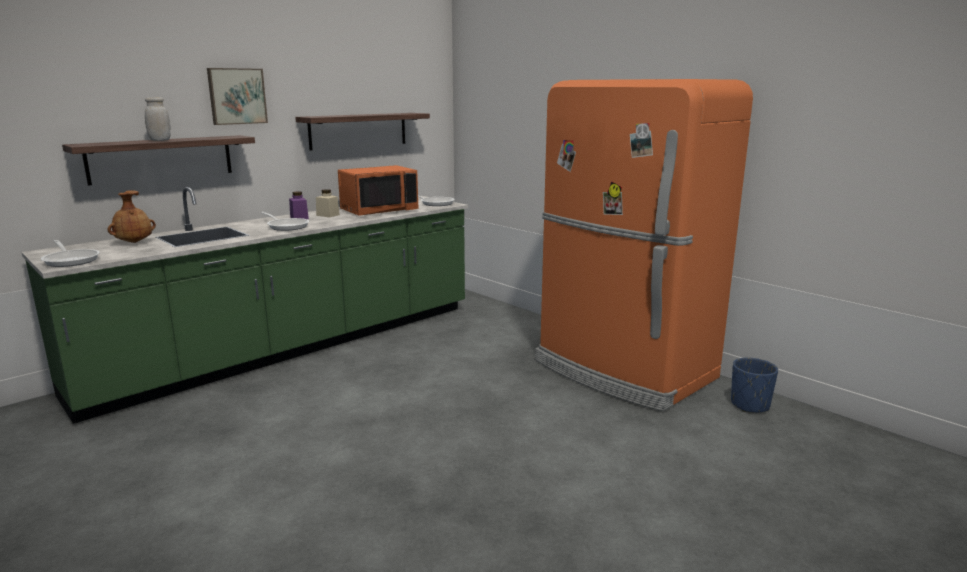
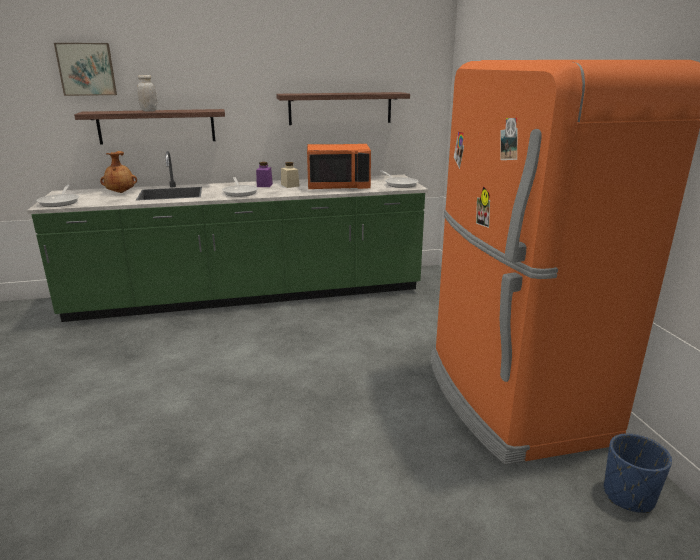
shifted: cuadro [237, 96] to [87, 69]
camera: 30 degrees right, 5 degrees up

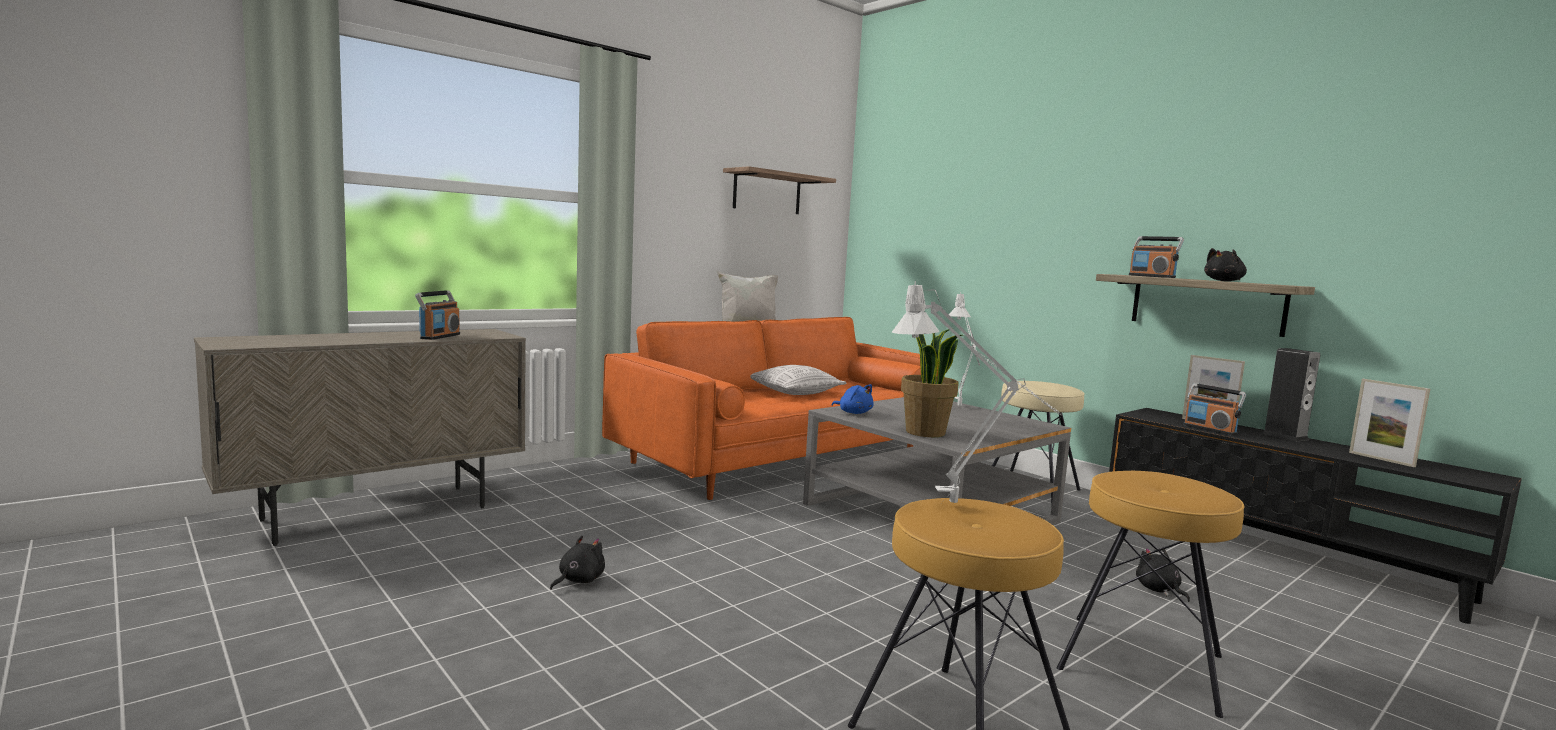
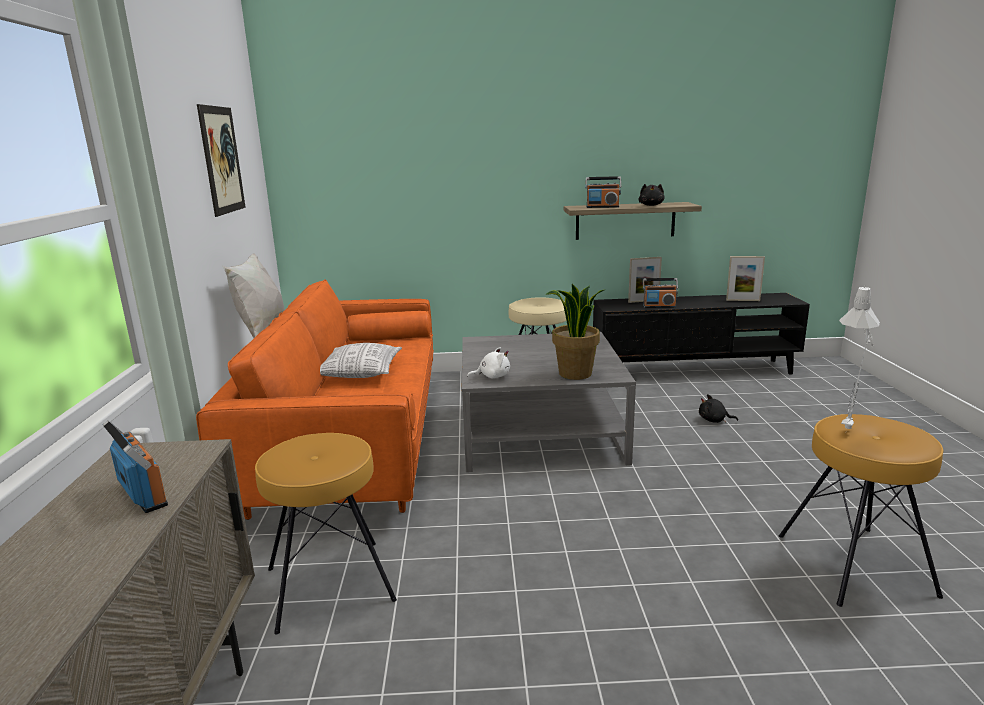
gone: lámpara de mesa (blanco) [961, 408]; altavoz [1285, 436]; peluche (negro) [578, 580]
shifted: taburete (marrón) [1141, 663] to [330, 585]
swapped: estante [767, 192] to cuadro [222, 160]
repainted: peluche (azul) [854, 413] to peluche (blanco) [492, 376]
camera: 50 degrees left, 10 degrees up

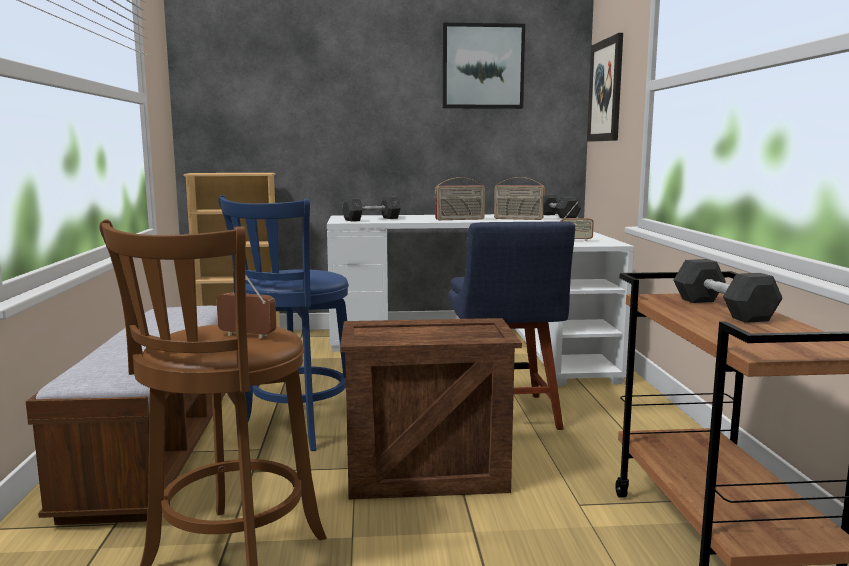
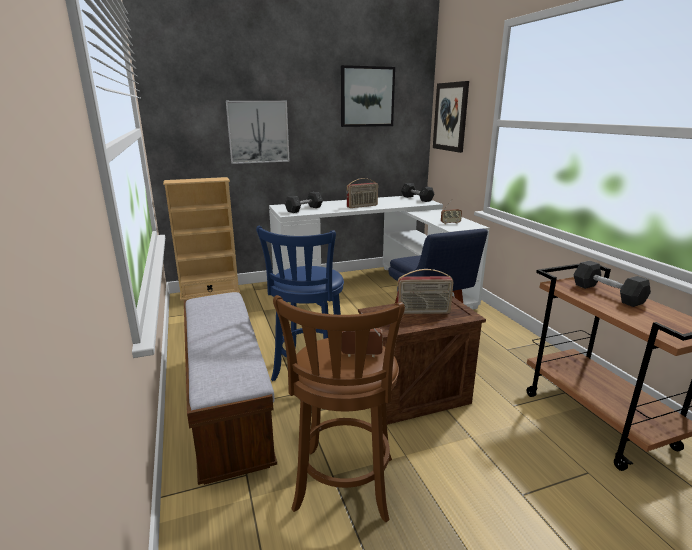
new: cuadro [258, 132]
shifted: radio [518, 219] to [423, 312]
camera: 15 degrees left, 10 degrees up

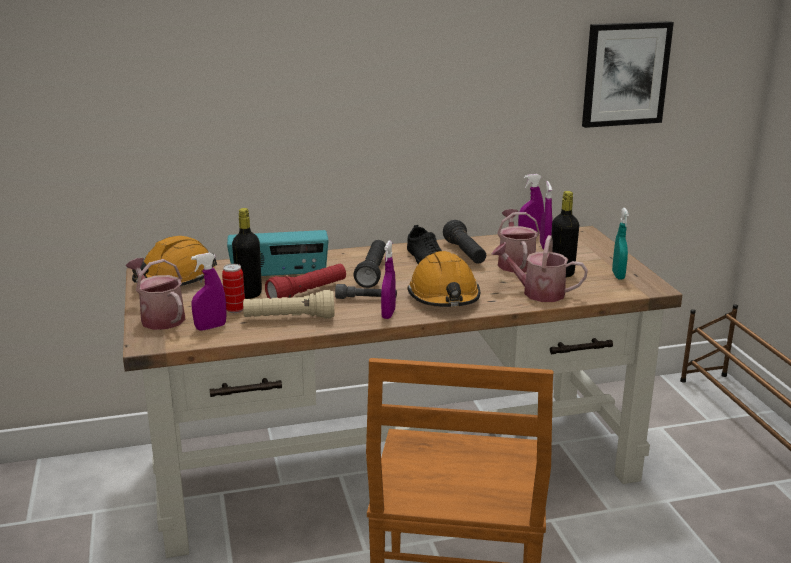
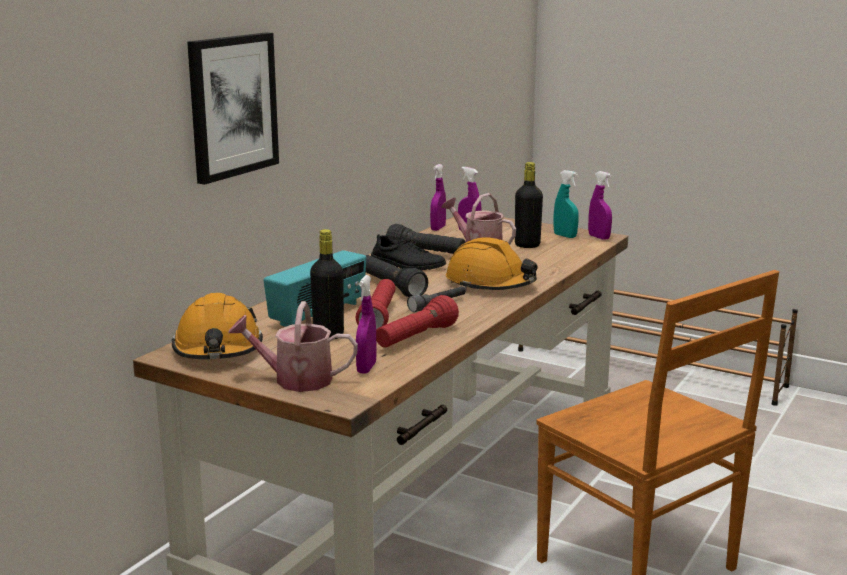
gone: regadera [537, 292]; lata [235, 310]
shifted: cuadro [625, 74] to [232, 106]; pulverizador (morado) [388, 314] to [599, 237]
repainted: linterna (beis) [289, 319] to linterna (rojo) [416, 338]
camera: 45 degrees left, 5 degrees down

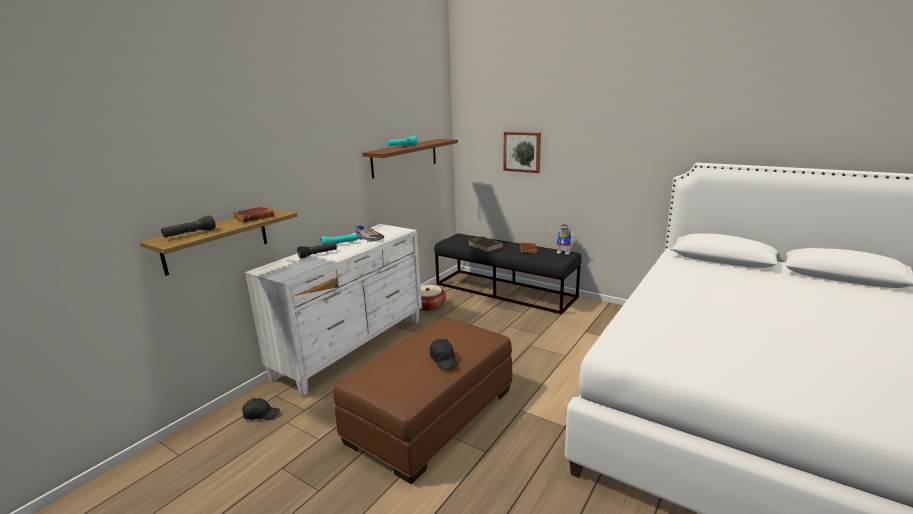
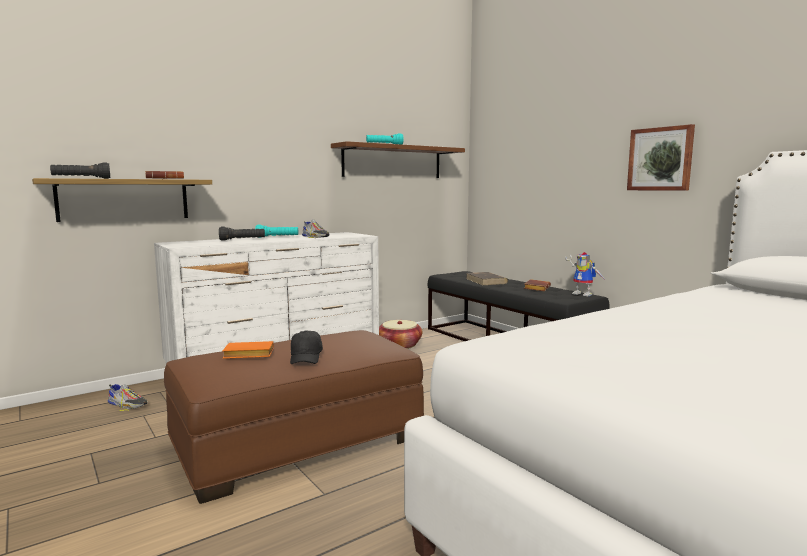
new: libro (naranja) [247, 355]
shifted: cuadro [522, 151] to [660, 159]
swapped: gorra (negro) [261, 415] to zapato [127, 404]
camera: 20 degrees right, 10 degrees down

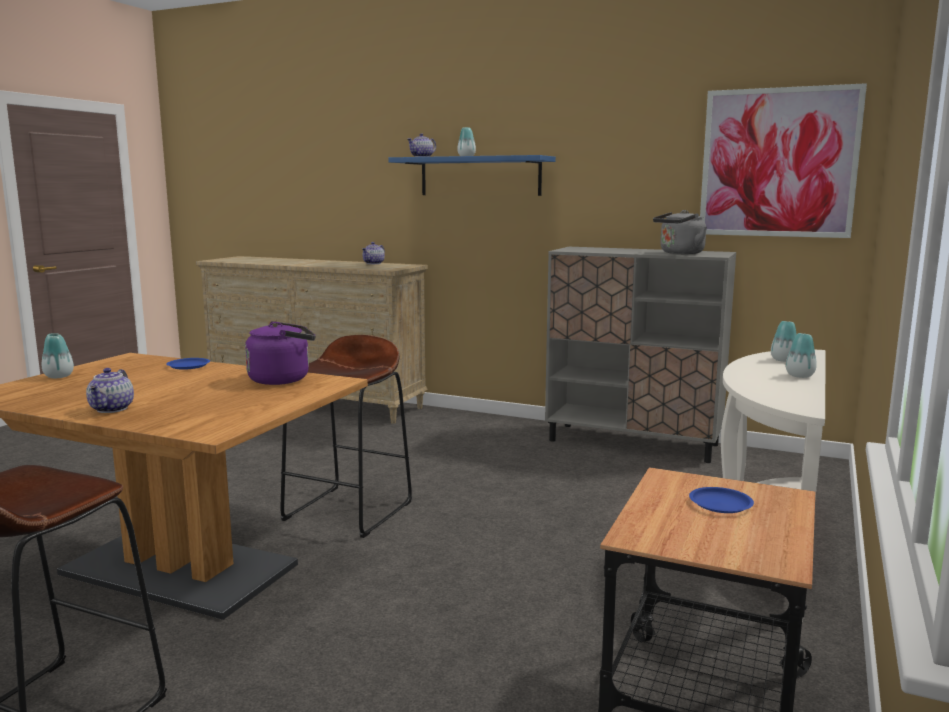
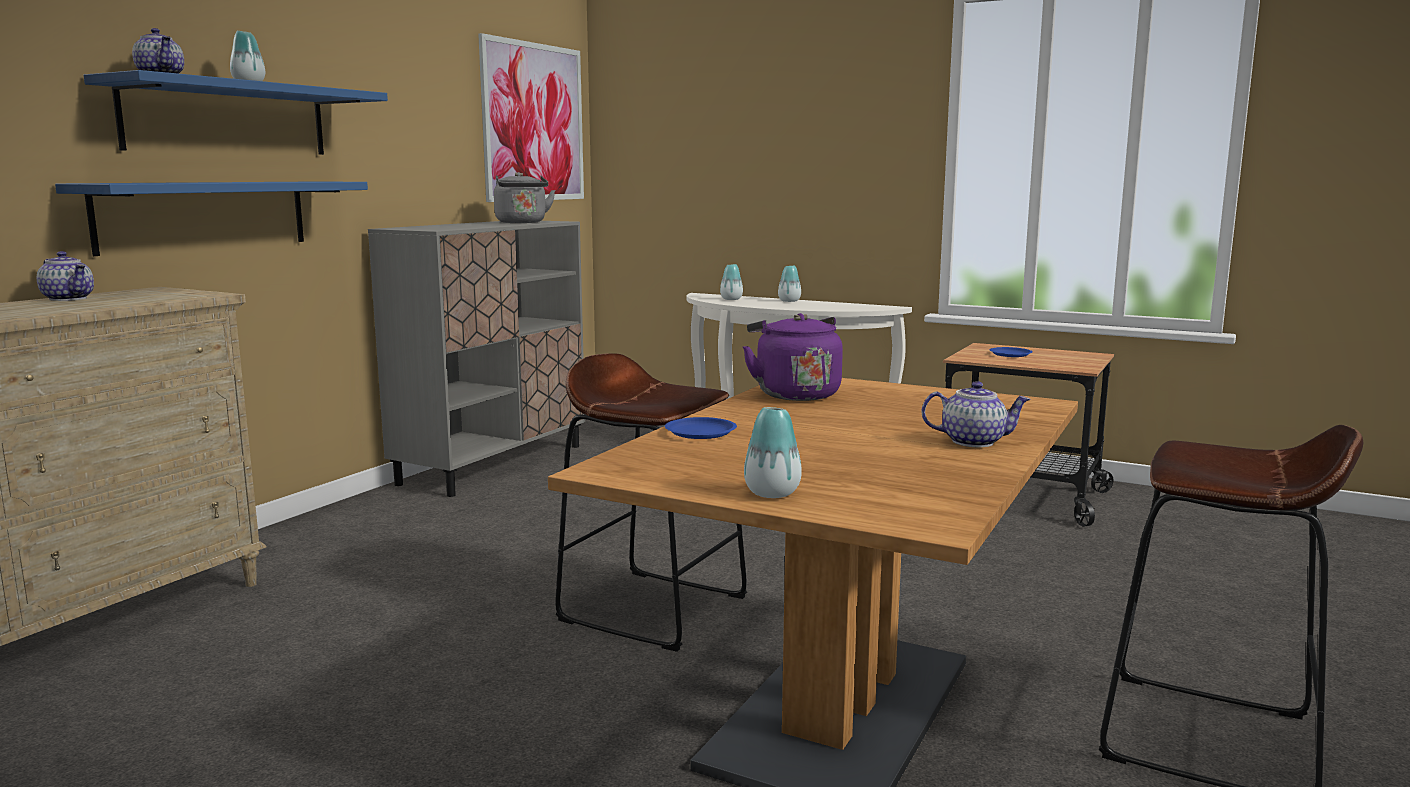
new: estante (azul) [204, 215]
camera: 85 degrees left, 0 degrees up

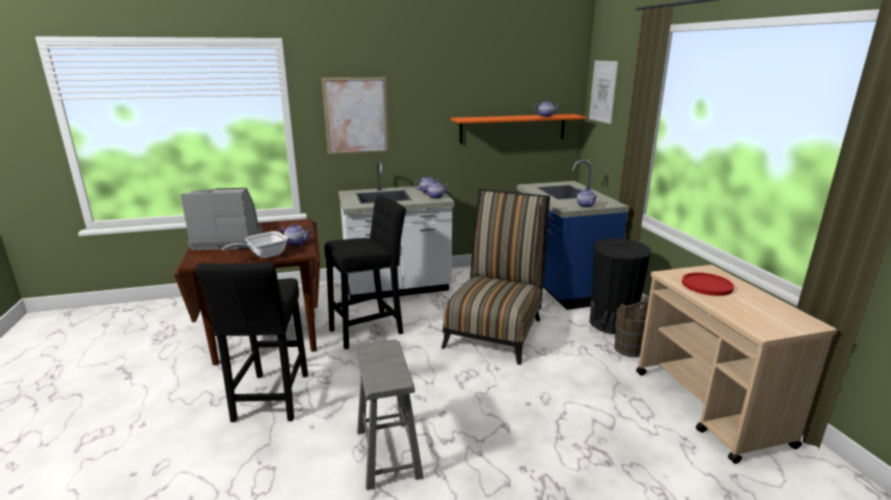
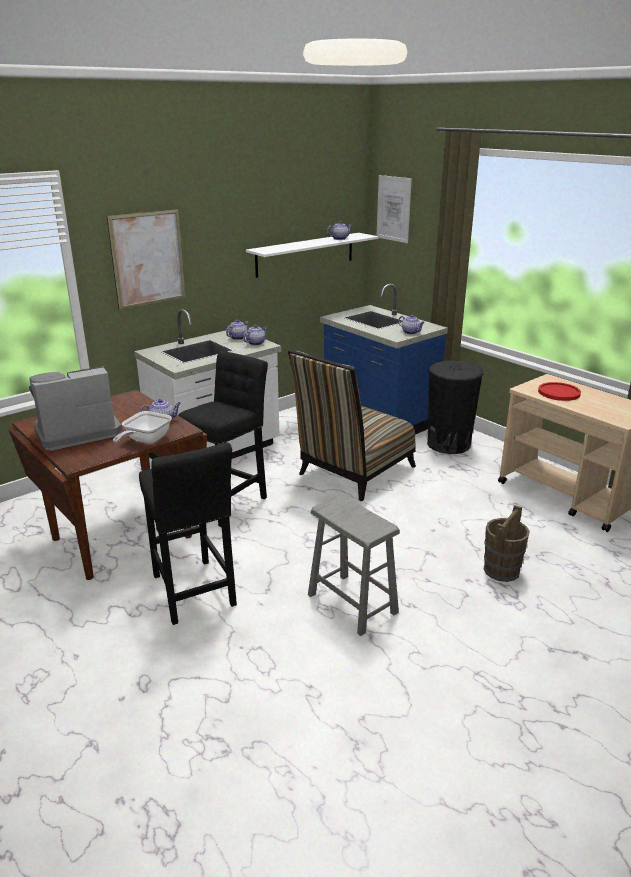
shifted: cubo (marrón) [629, 349] to [501, 570]
repainted: estante (naranja) [513, 128] to estante (blanco) [305, 254]
rotated: silla [495, 329] = [352, 473] 135 degrees counterclockwise
camera: 25 degrees left, 5 degrees up

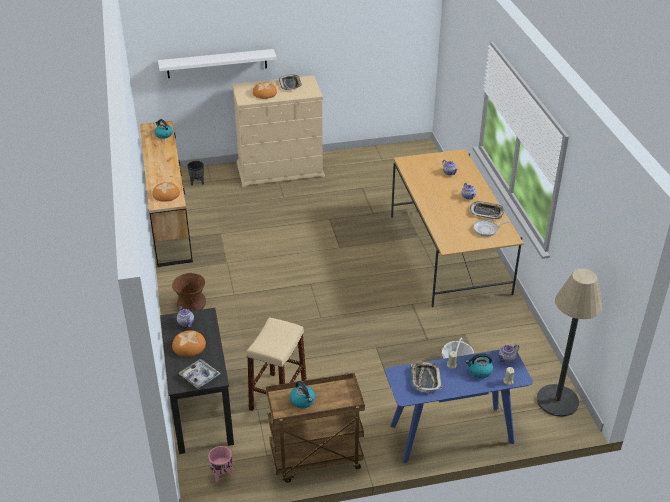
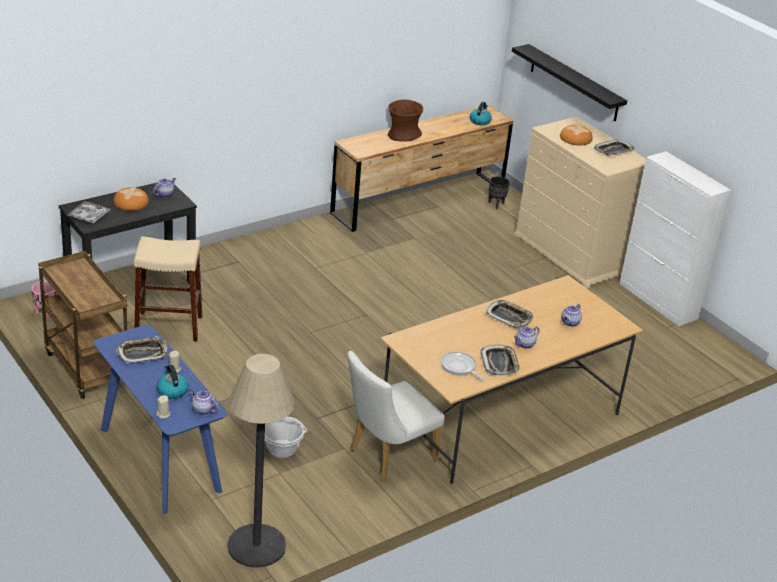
gone: pan [165, 194]; hervidor [303, 401]
new: armario (blanco) [658, 301]; bandeja [509, 317]; silla (blanco) [387, 456]
shifted: florero (marrón) [191, 304] to [403, 135]
repainted: estante (blanco) [217, 63] to estante (negro) [574, 83]
camera: 65 degrees right, 5 degrees down

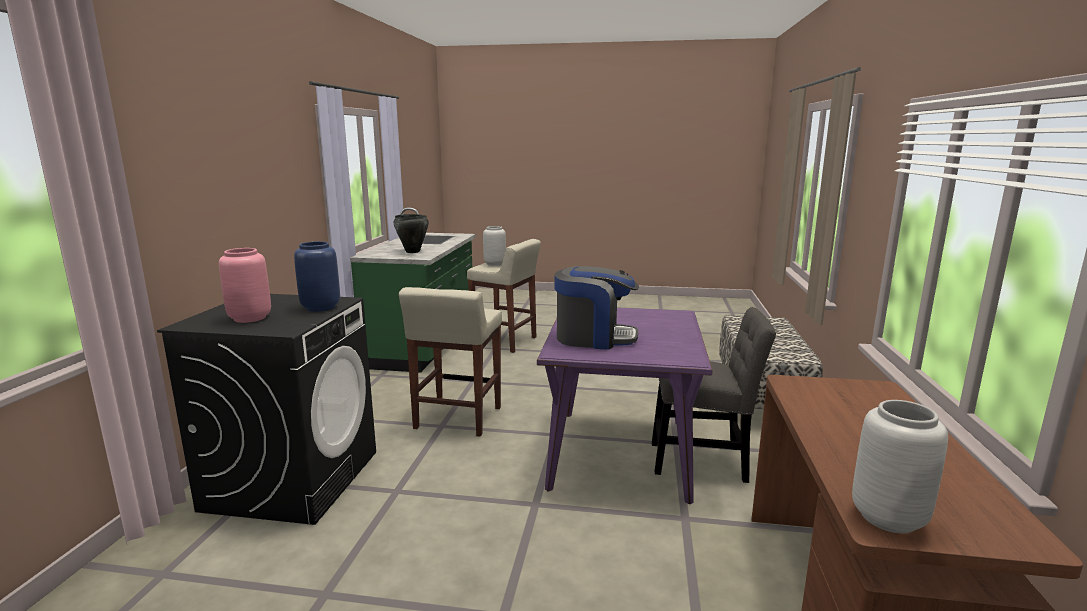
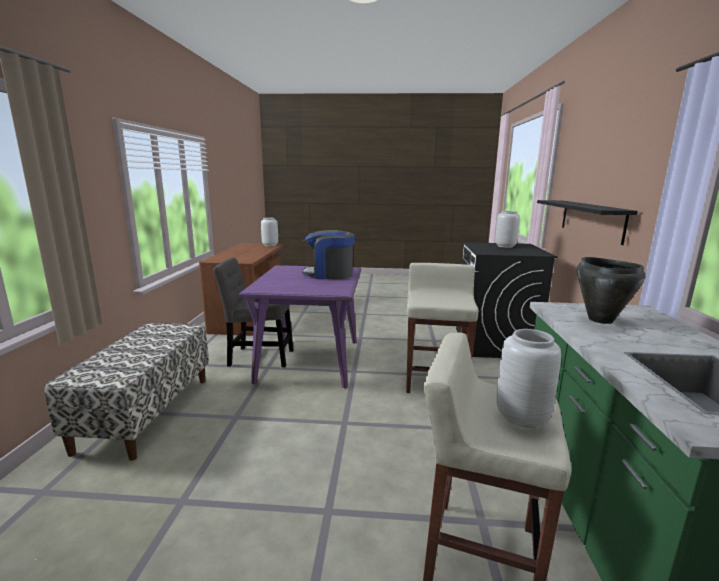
gone: florero (azul) [320, 308]
new: estante (negro) [591, 220]
repainted: florero (rosa) [249, 318] to florero (gris) [505, 246]
camera: 175 degrees right, 0 degrees up

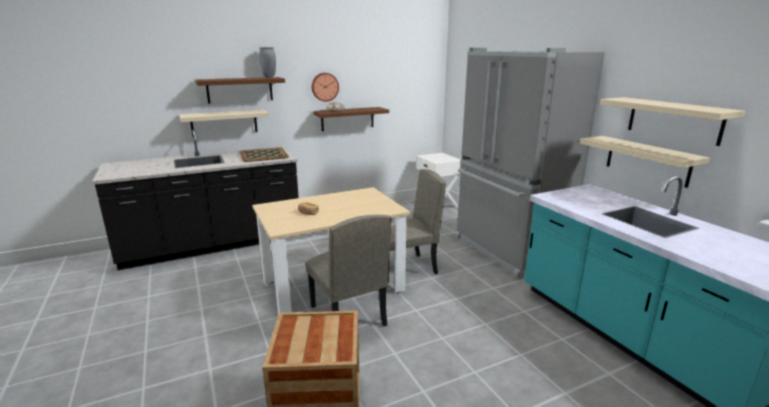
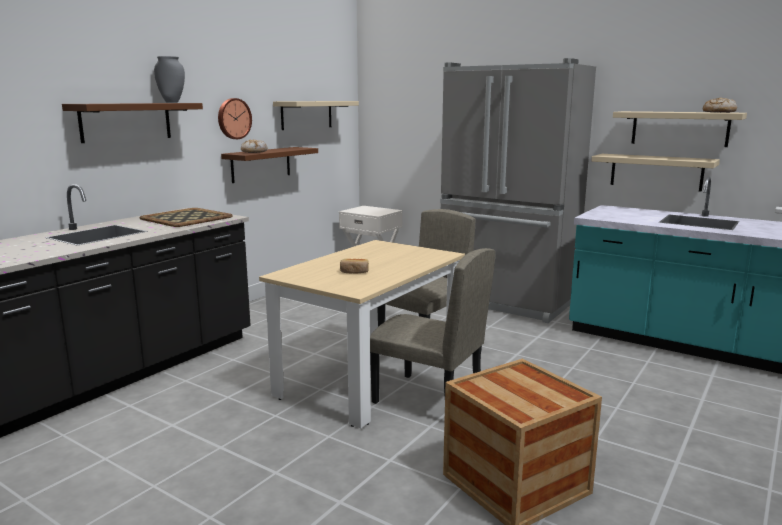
new: pan [718, 112]
shifted: estante (beis) [224, 123] to [306, 115]
camera: 30 degrees left, 5 degrees down

